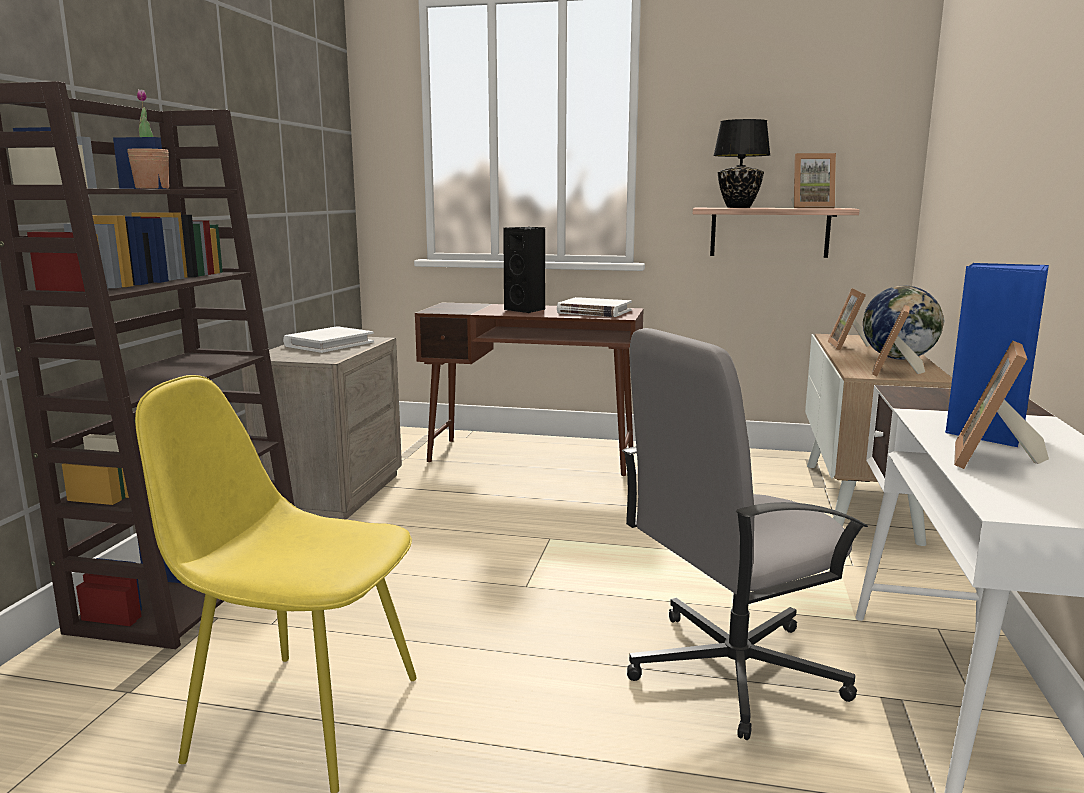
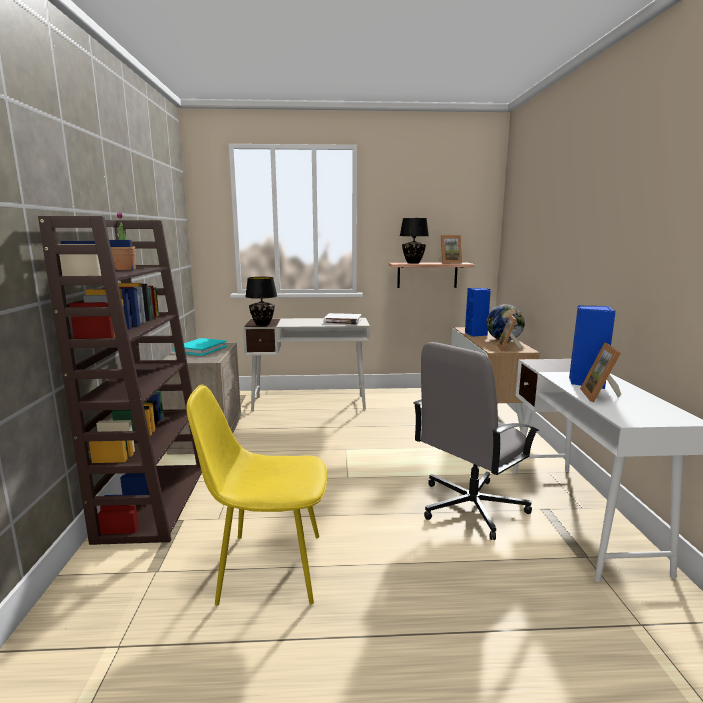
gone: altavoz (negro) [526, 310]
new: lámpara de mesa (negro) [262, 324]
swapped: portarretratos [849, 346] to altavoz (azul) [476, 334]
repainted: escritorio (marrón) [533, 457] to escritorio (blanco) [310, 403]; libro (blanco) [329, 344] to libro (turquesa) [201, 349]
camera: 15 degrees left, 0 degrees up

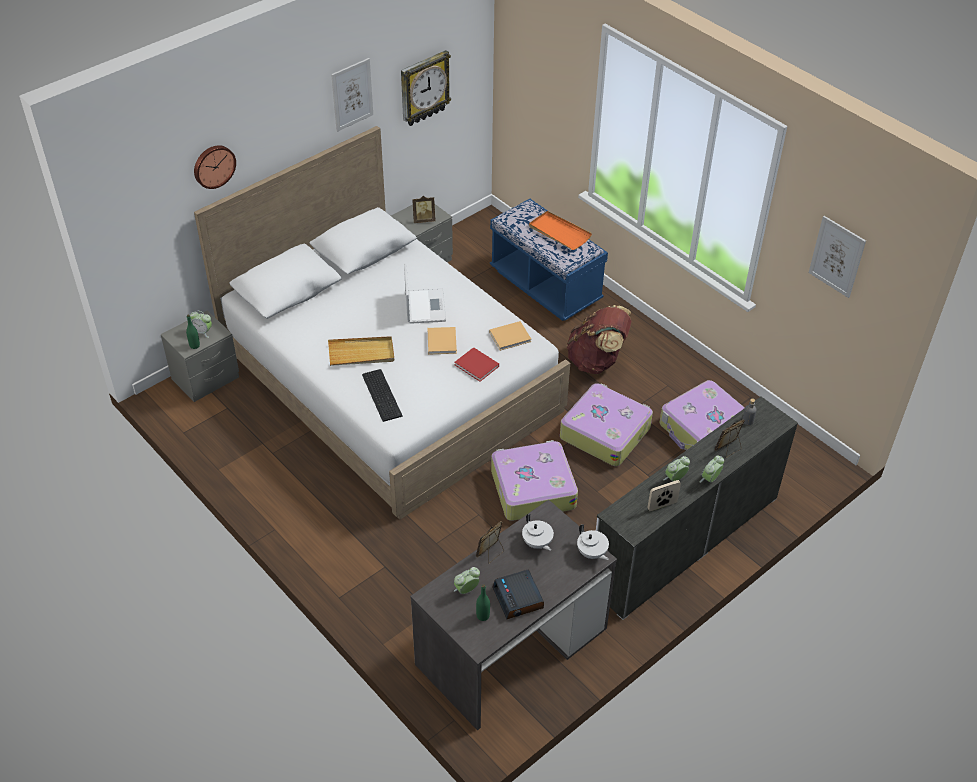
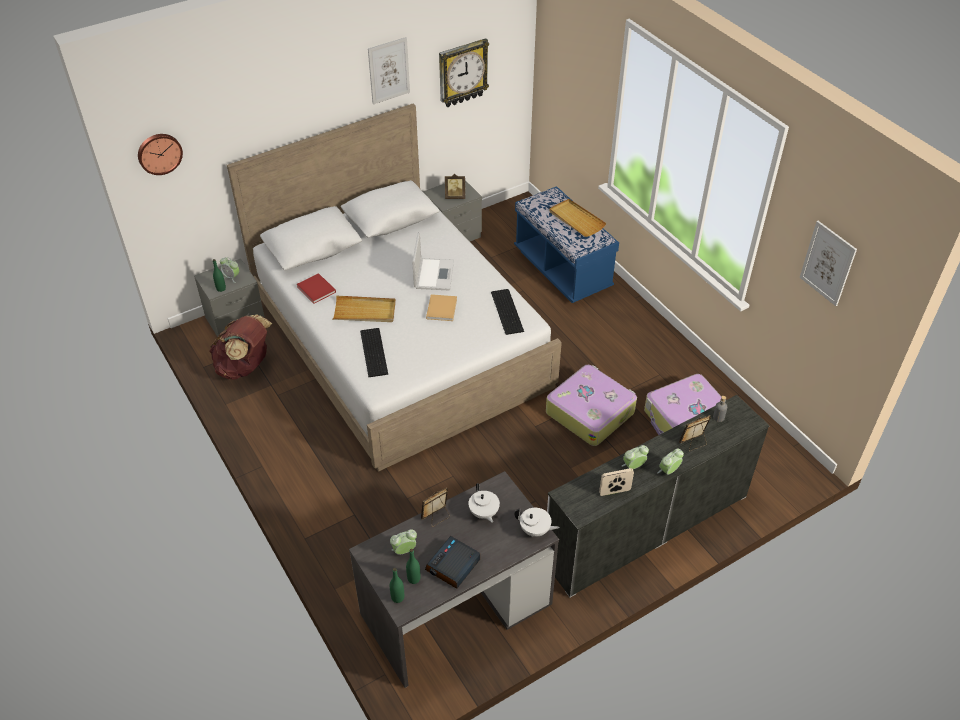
gone: maleta [532, 488]
new: botella (verde) [397, 597]
shifted: reloj de pared [213, 166] to [159, 153]; mochila (marrón) [597, 361] to [245, 367]; libro (rojo) [477, 366] to [317, 290]
swapped: libro (beis) [511, 336] to teclado [508, 311]
repainted: bandeja (naranja) [559, 232] to bandeja (beis) [576, 219]
rotated: tetera (blanco) [591, 553] = [535, 530] 45 degrees counterclockwise; despertador [518, 598] = [453, 566] 45 degrees clockwise
camera: 10 degrees right, 0 degrees up

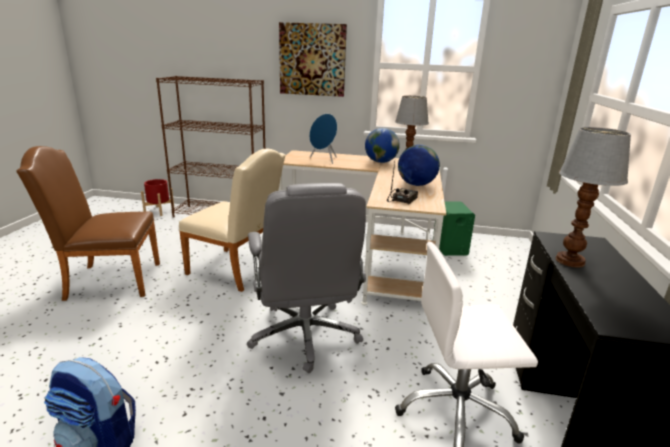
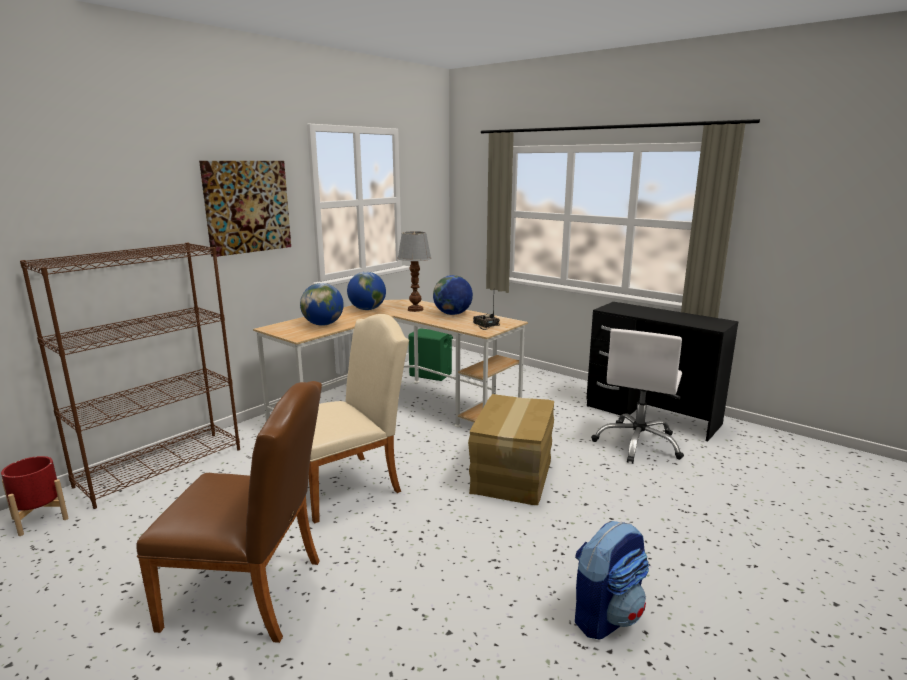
gone: lámpara de mesa [568, 260]
swapped: altavoz (azul) [323, 160] to globo terráqueo [323, 324]; silla de oficina (gris) [305, 336] to caja de cartón [513, 474]
rotated: silla (marrón) [107, 280] = [254, 594] 105 degrees counterclockwise
camera: 60 degrees left, 5 degrees down

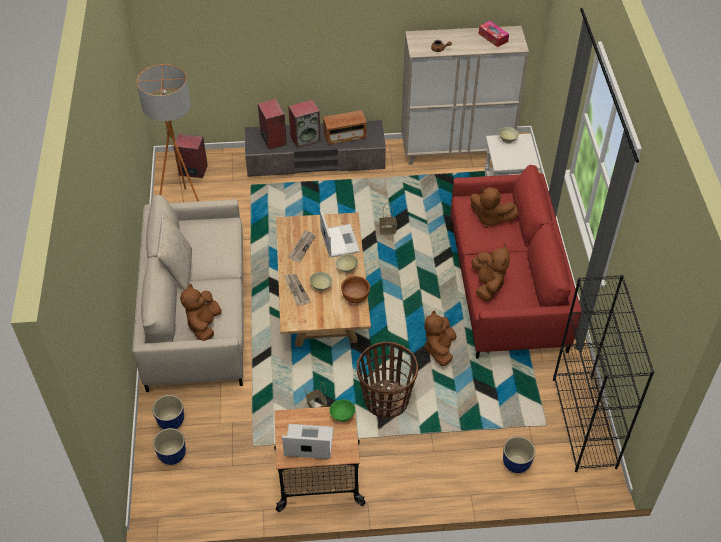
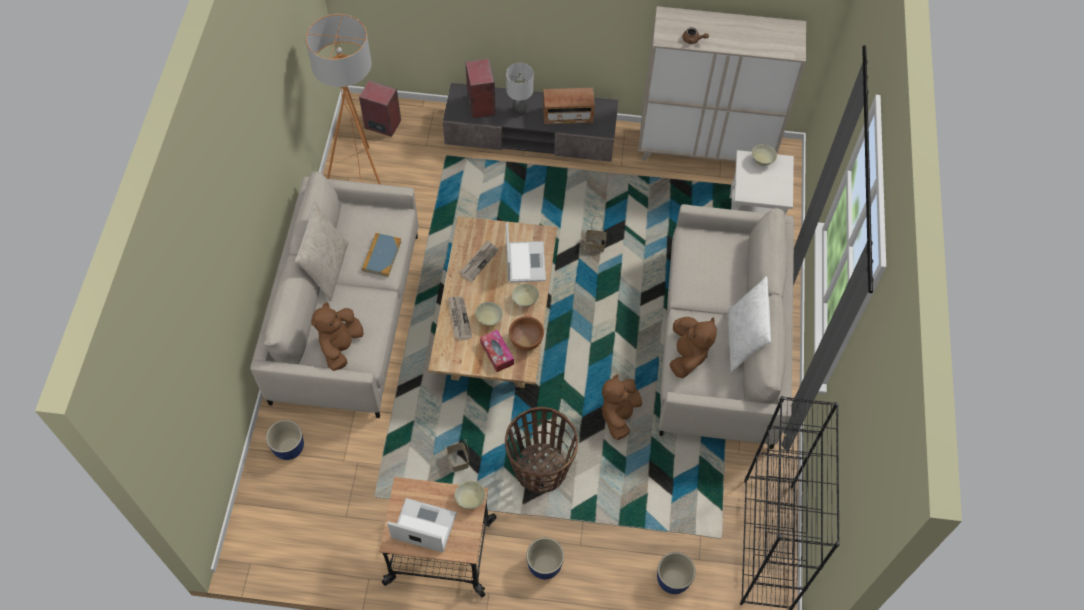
gone: peluche (marrón) [490, 218]
new: libro [382, 256]; cojín (blanco) [743, 341]
shifted: caja de pañuelos [493, 37] to [497, 353]; maceta [172, 456] to [544, 566]
swapped: altavoz [305, 138] to lámpara de mesa (gris) [520, 110]
repainted: sofá (rojo) [505, 286] to sofá (beis) [719, 346]; cuenco (verde) [342, 415] to cuenco (beis) [470, 499]
camera: 10 degrees right, 10 degrees up

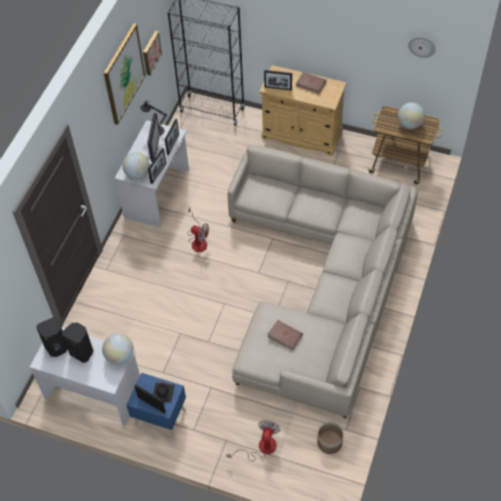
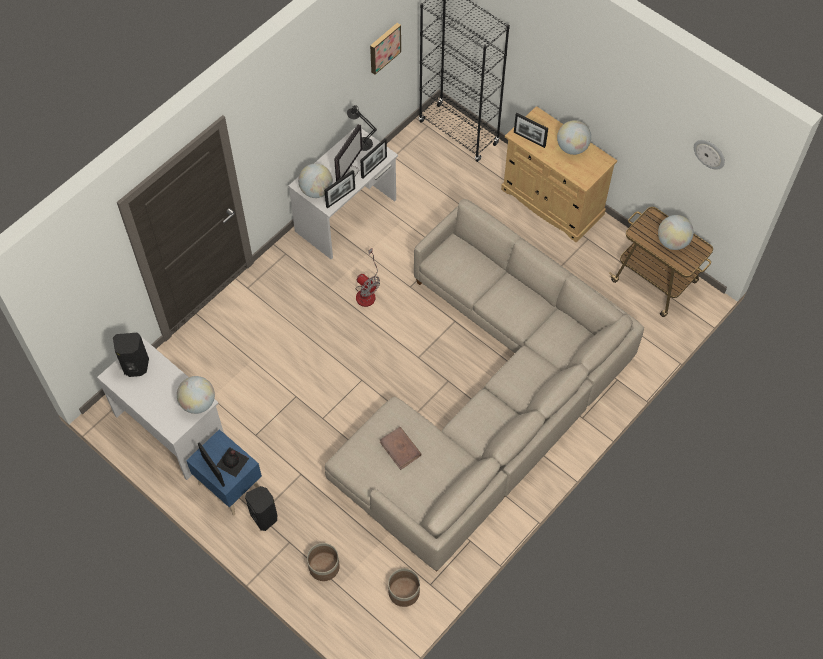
gone: cuadro [123, 74]
shifted: altavoz (negro) [82, 352] to [265, 517]
swapped: libro (marrón) [311, 84] to globo terráqueo [572, 148]; ventilador [261, 448] to maceta [323, 566]
camera: 20 degrees right, 5 degrees up

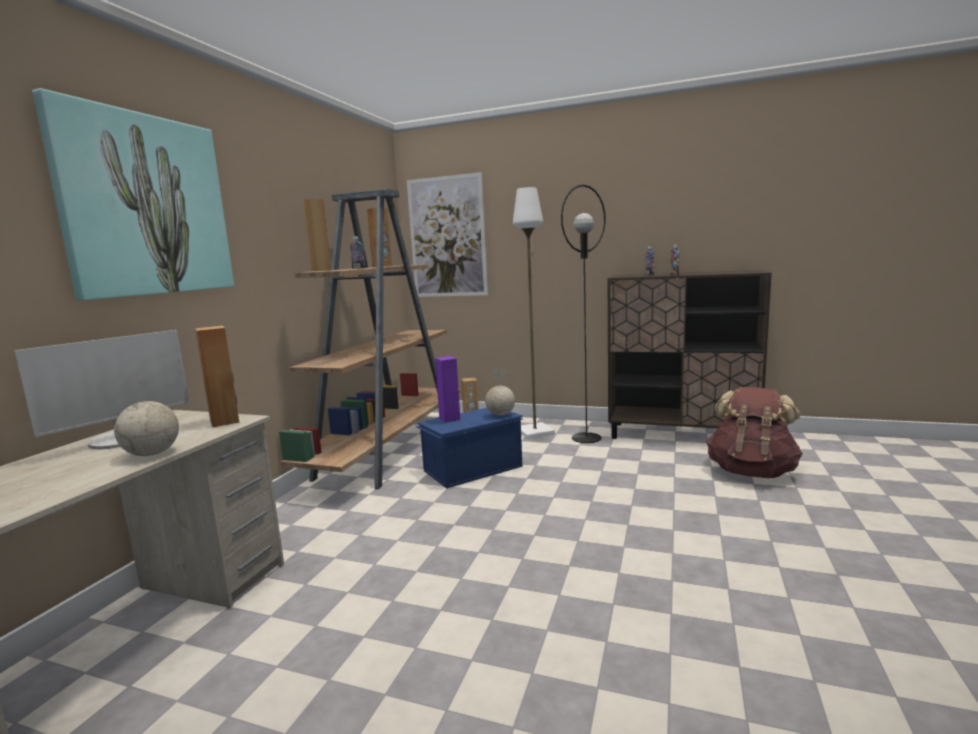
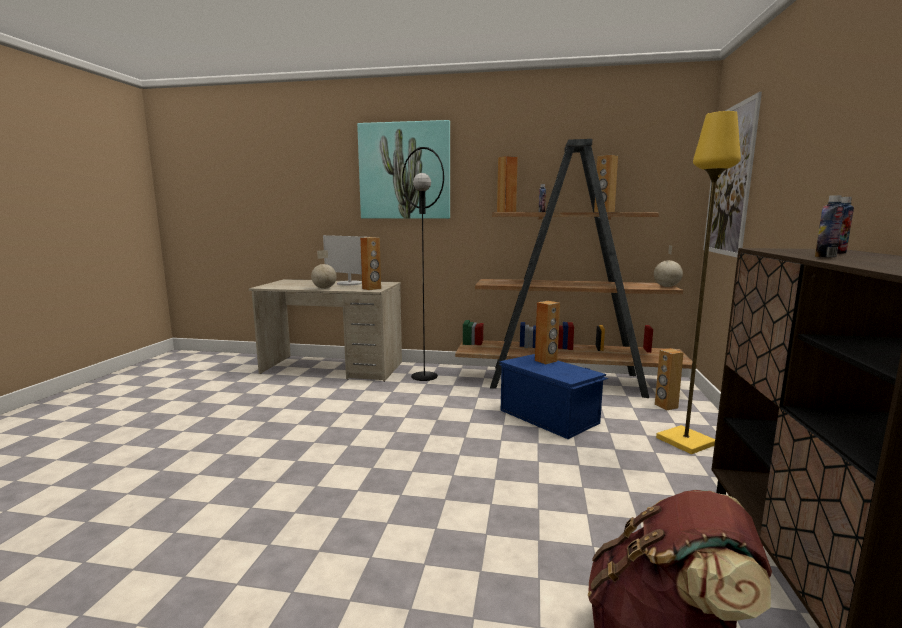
shifted: lámpara de pie (negro) [586, 438] to [424, 376]; globo terráqueo [501, 415] to [666, 286]
repainted: lámpara de pie (blanco) [535, 431] to lámpara de pie (amarillo) [686, 441]; altavoz (morado) [450, 418] to altavoz (marrón) [546, 361]
camera: 80 degrees right, 0 degrees up

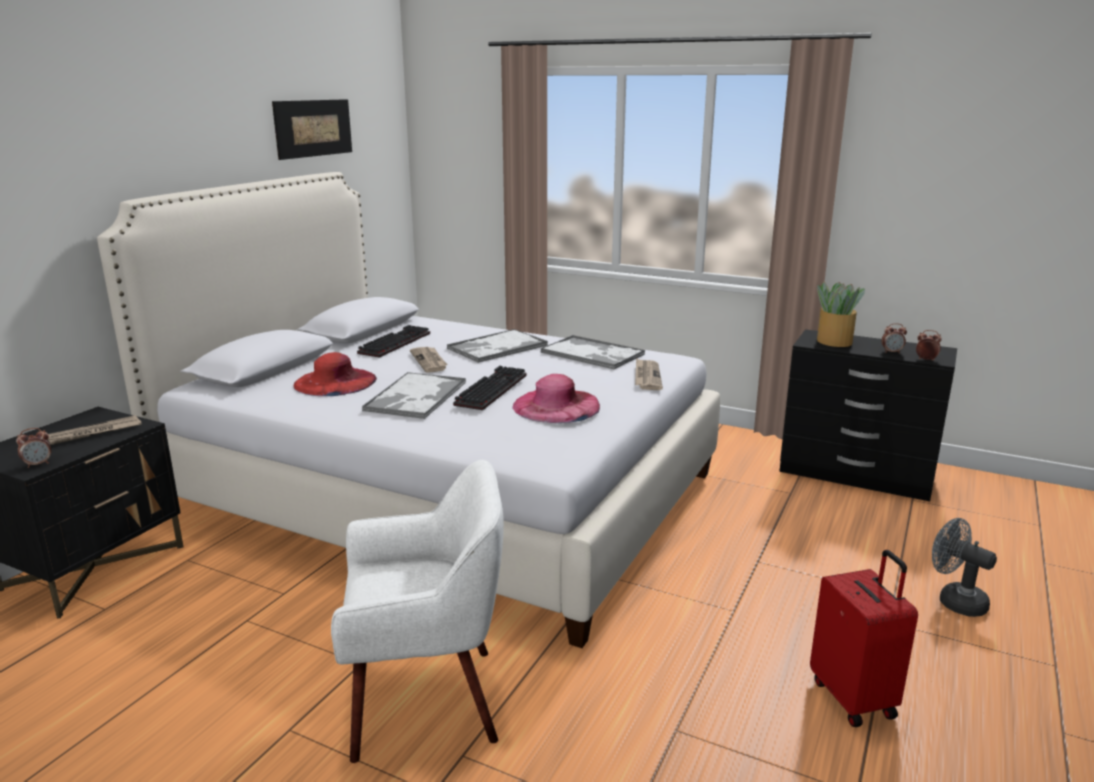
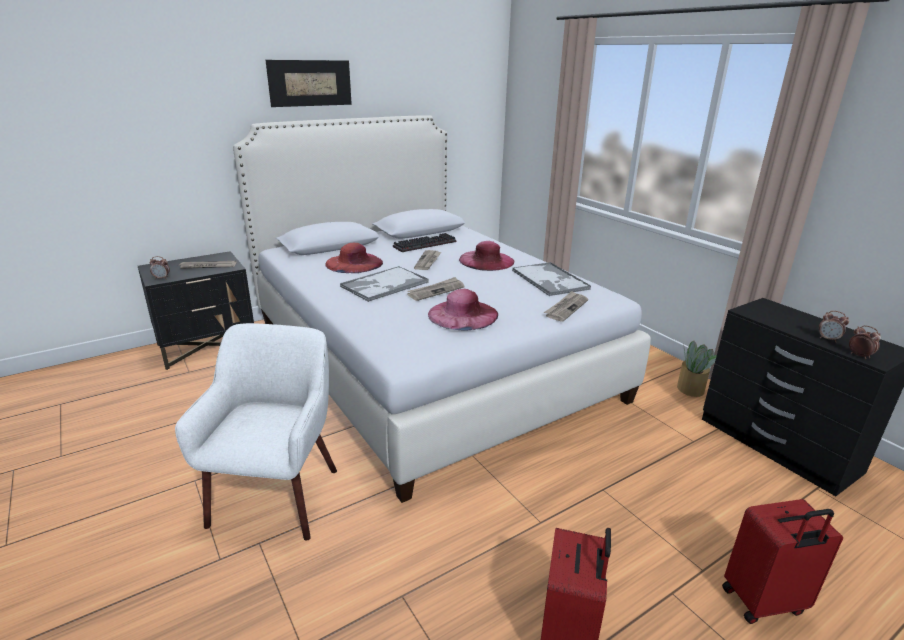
shifted: cuadro [313, 128] to [310, 83]; planta en maceta [833, 341] to [690, 388]
swapped: bandeja [496, 347] to sombrero (rosa) [486, 260]; teclado [490, 389] to periódico [436, 291]; ventilador (gris) [955, 600] to maleta (rojo) [764, 602]
rotated: sillón (blanco) [427, 700] = [277, 496] 105 degrees counterclockwise
camera: 30 degrees right, 5 degrees up

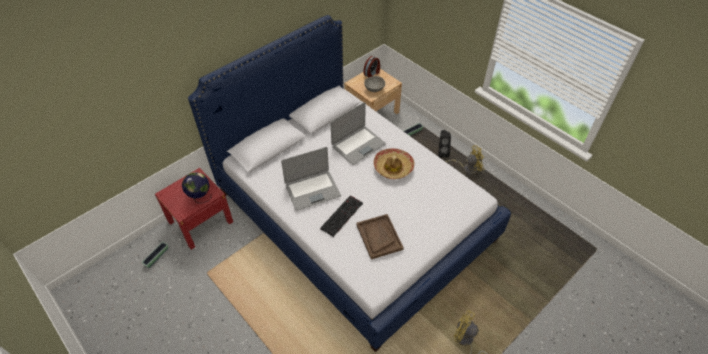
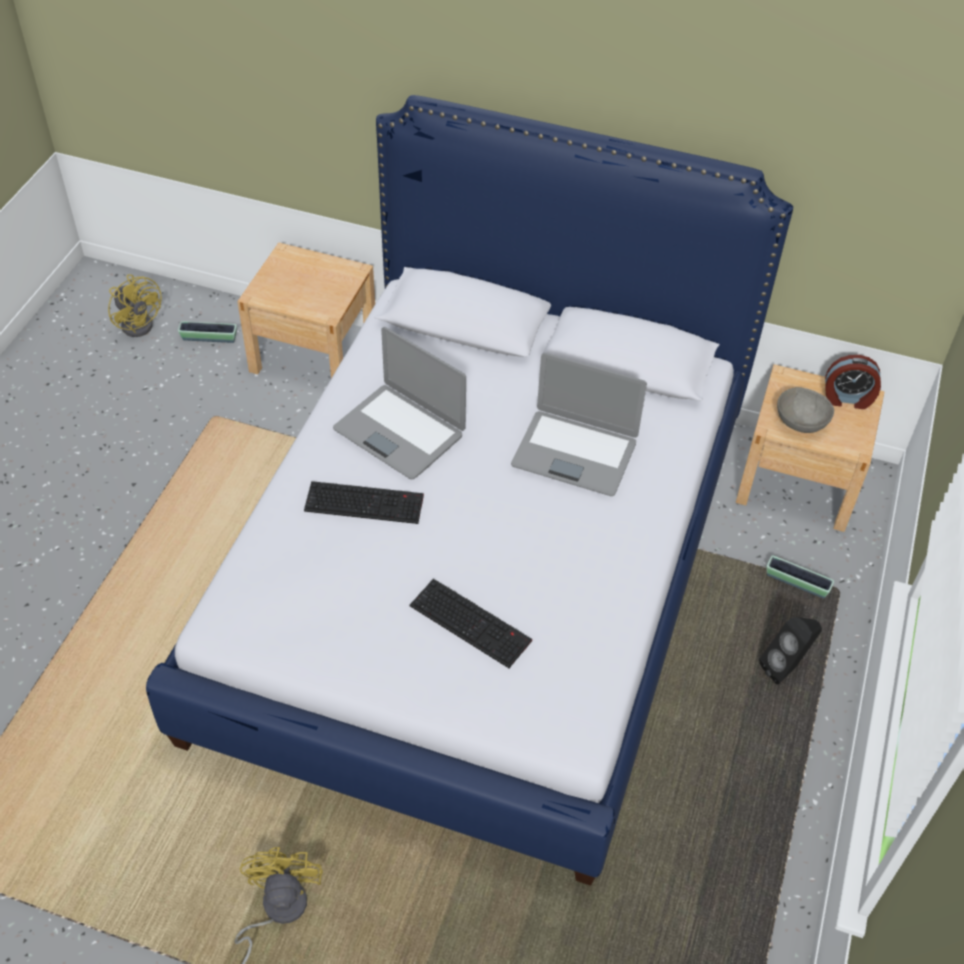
gone: sombrero [393, 167]; globo terráqueo [200, 197]; bandeja (marrón) [379, 237]
new: teclado [472, 623]
shifted: ventilador (amarillo) [467, 168] to [140, 322]
repainted: mesita de noche (rojo) [200, 222] to mesita de noche (beis) [313, 354]
camera: 60 degrees right, 0 degrees up

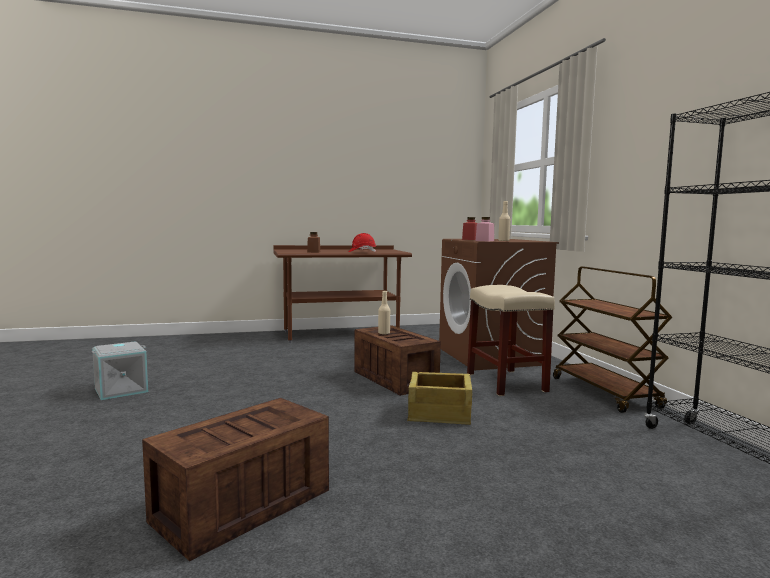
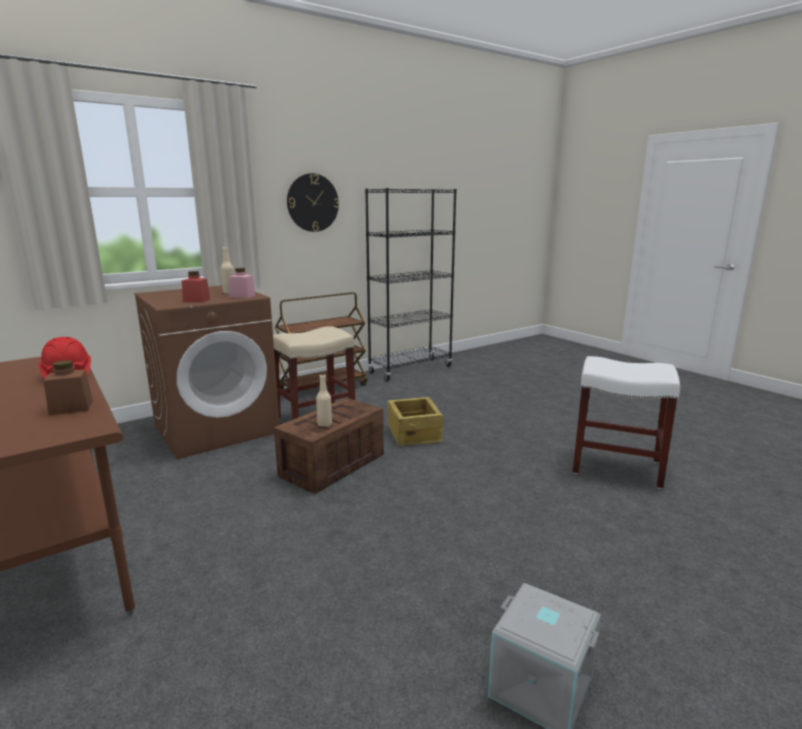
new: reloj de pared [312, 203]
swapped: caja de embalaje [241, 506] to taburete (blanco) [617, 467]
camera: 110 degrees left, 10 degrees up

